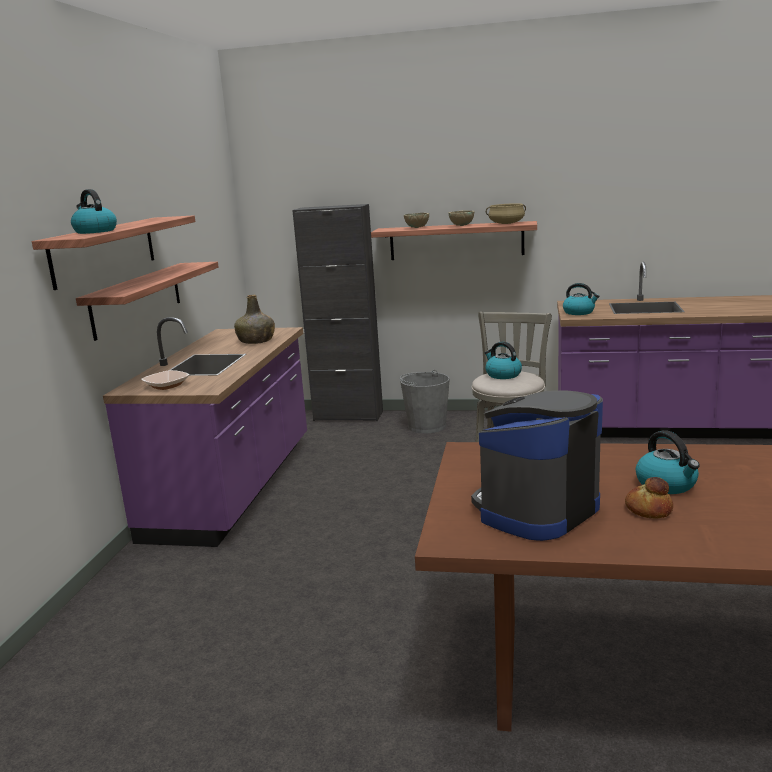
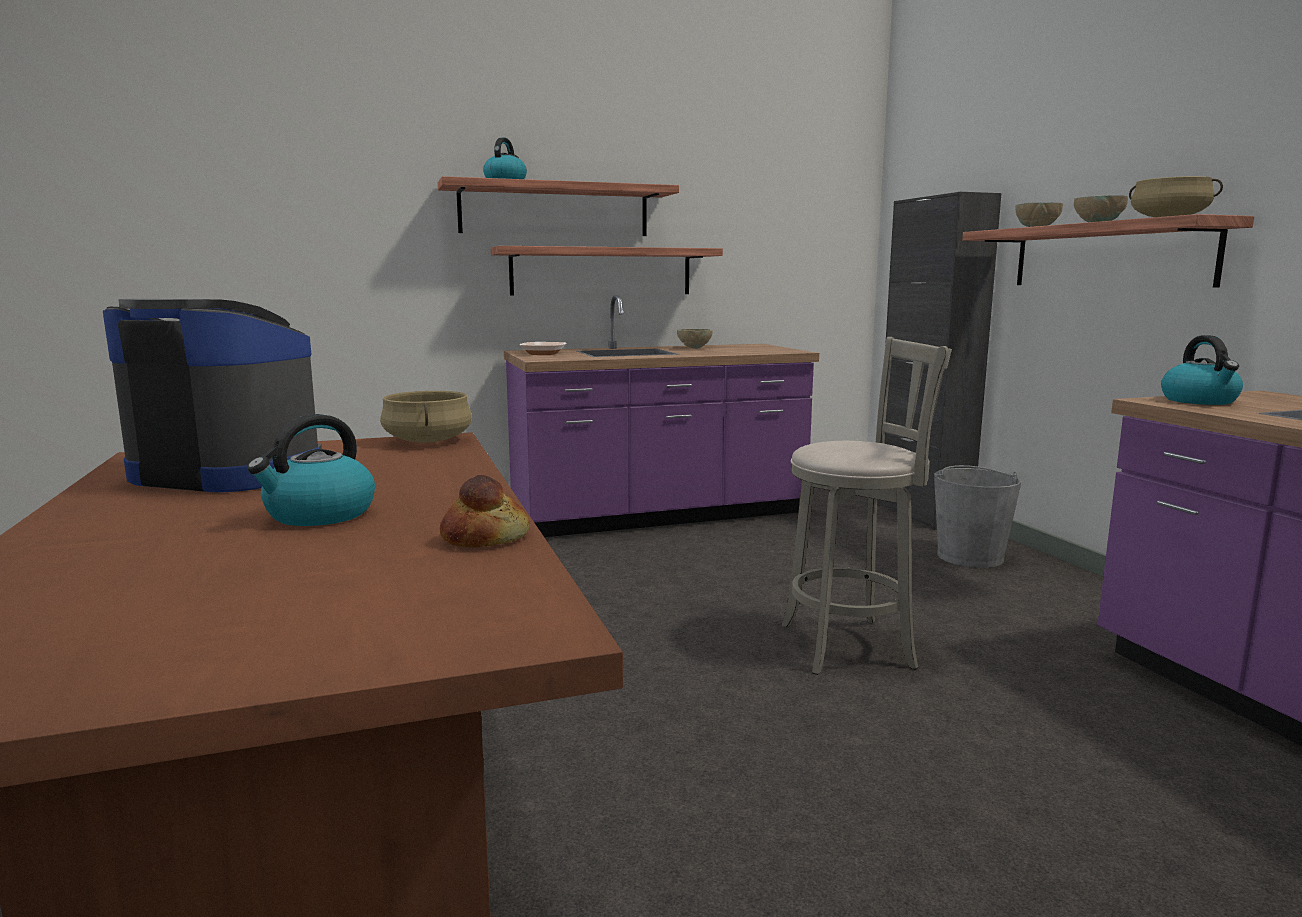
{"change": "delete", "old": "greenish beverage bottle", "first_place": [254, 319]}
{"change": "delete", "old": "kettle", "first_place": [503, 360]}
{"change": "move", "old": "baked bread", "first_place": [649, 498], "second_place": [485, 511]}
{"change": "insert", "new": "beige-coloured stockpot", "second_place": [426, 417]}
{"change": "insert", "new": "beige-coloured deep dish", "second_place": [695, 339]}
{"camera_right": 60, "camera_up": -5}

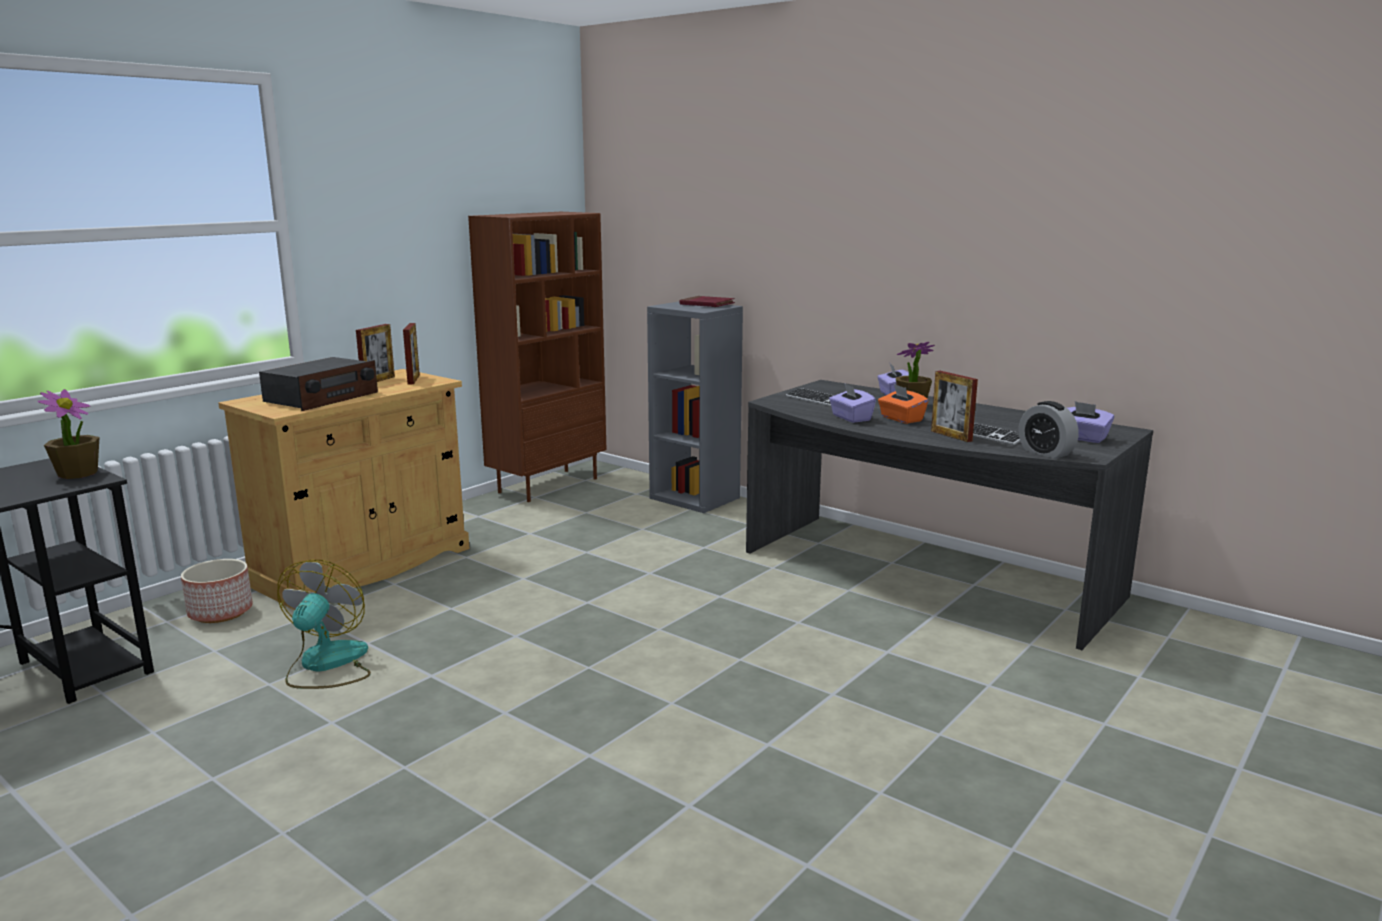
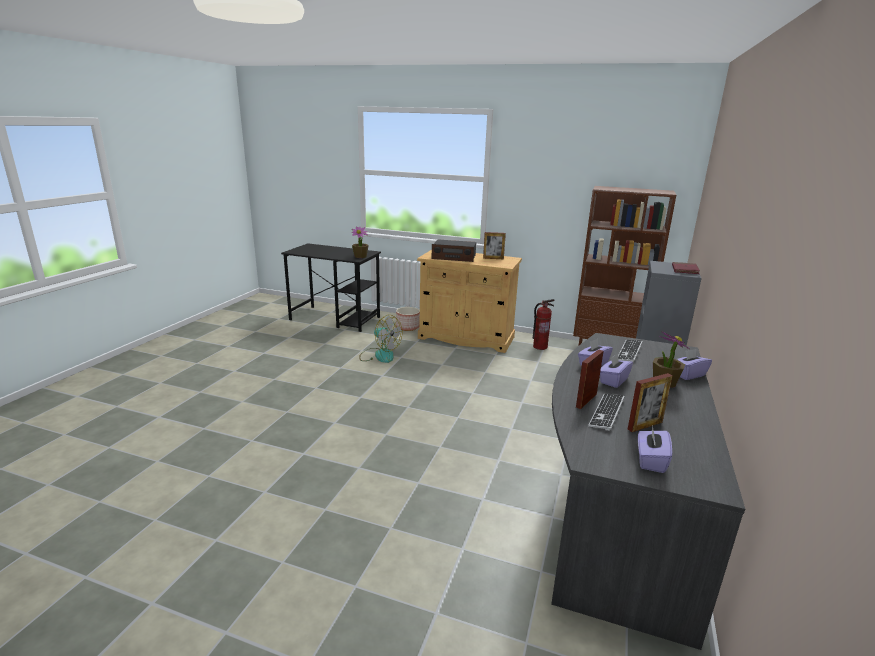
{"change": "rotate", "old": "cooling fan", "first_place": [324, 624], "second_place": [380, 339], "degrees": 45}
{"change": "move", "old": "picture frame", "first_place": [411, 353], "second_place": [650, 402]}
{"change": "recolor", "old": "orange box of tissues", "new": "purple box of tissues", "first_place": [903, 404], "second_place": [616, 370]}
{"change": "delete", "old": "table clock", "first_place": [1048, 430]}
{"change": "insert", "new": "extinguisher", "second_place": [543, 324]}
{"camera_right": 70, "camera_up": 5}

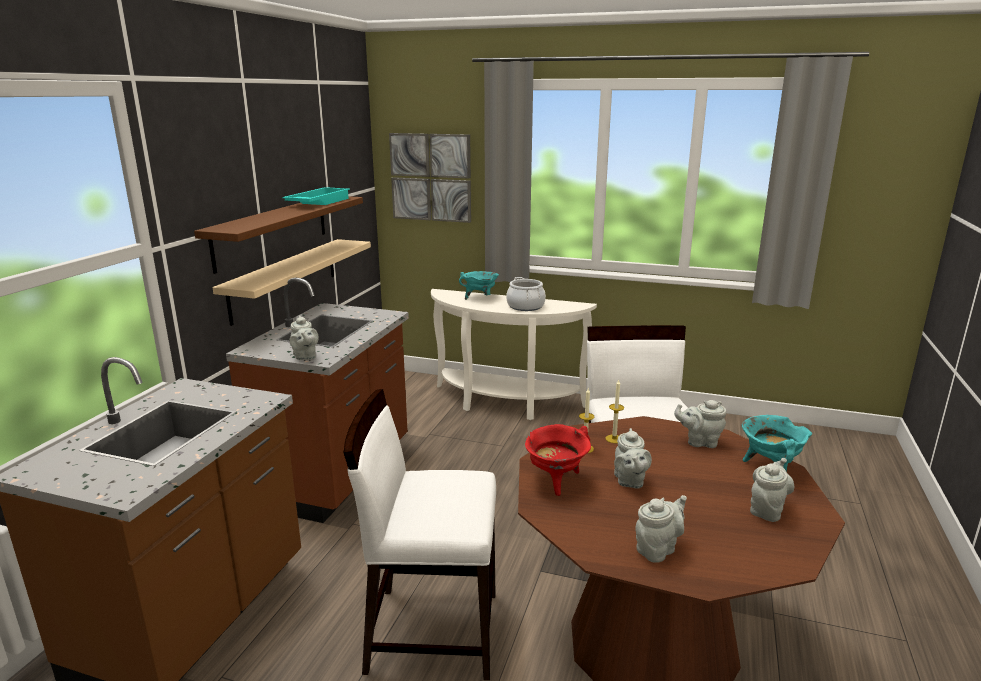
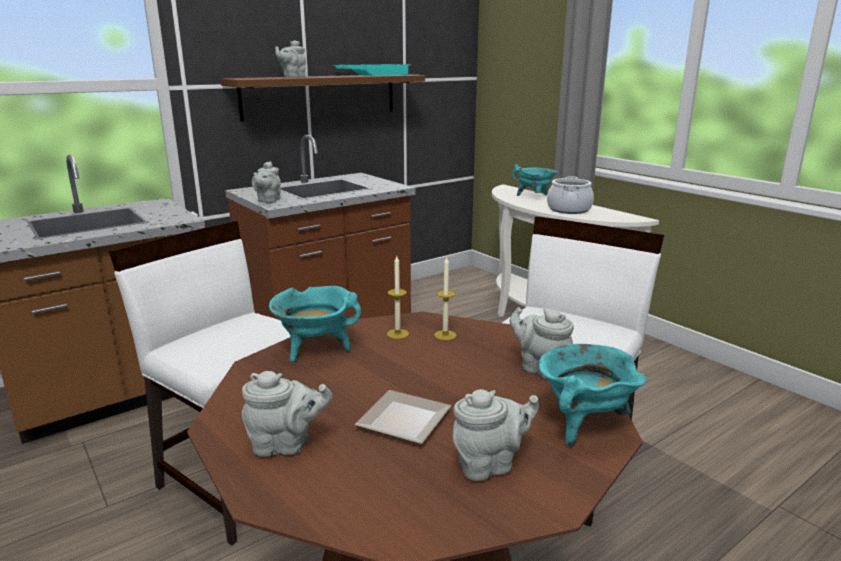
{"change": "delete", "old": "beige-coloured wall shelf", "first_place": [292, 282]}
{"change": "delete", "old": "wall art", "first_place": [430, 178]}
{"change": "recolor", "old": "red stockpot", "new": "turquoise stockpot", "first_place": [558, 460], "second_place": [315, 324]}
{"change": "move", "old": "gray pot for tea", "first_place": [633, 458], "second_place": [290, 58]}
{"change": "insert", "new": "plate", "second_place": [403, 417]}
{"camera_right": 35, "camera_up": 0}

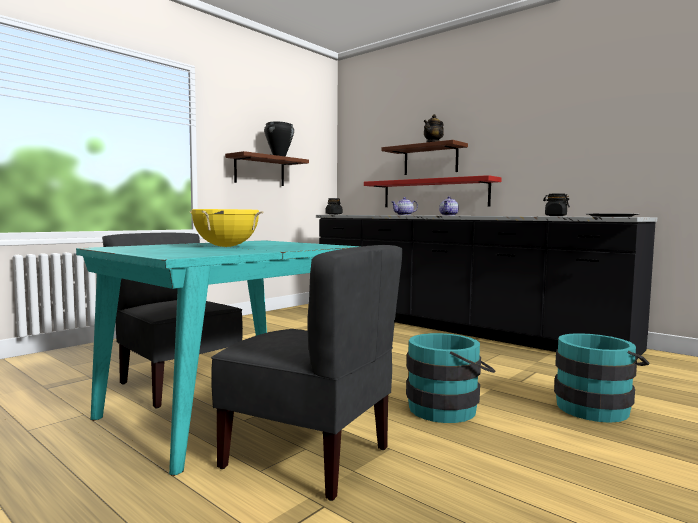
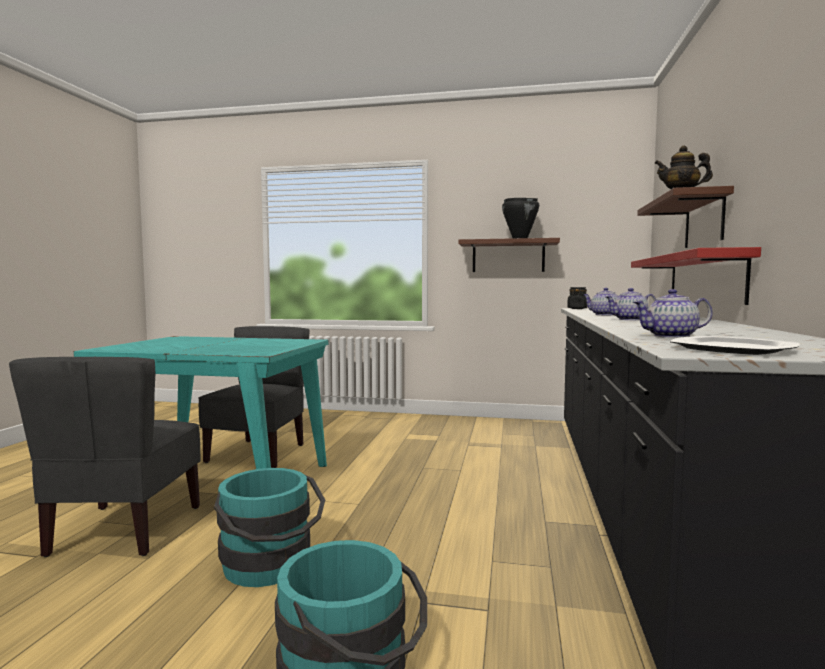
{"change": "delete", "old": "yellow stockpot", "first_place": [226, 228]}
{"change": "replace", "old": "black-coloured jar", "new": "pot for tea", "first_place": [556, 204], "second_place": [673, 313]}
{"camera_right": 60, "camera_up": 0}

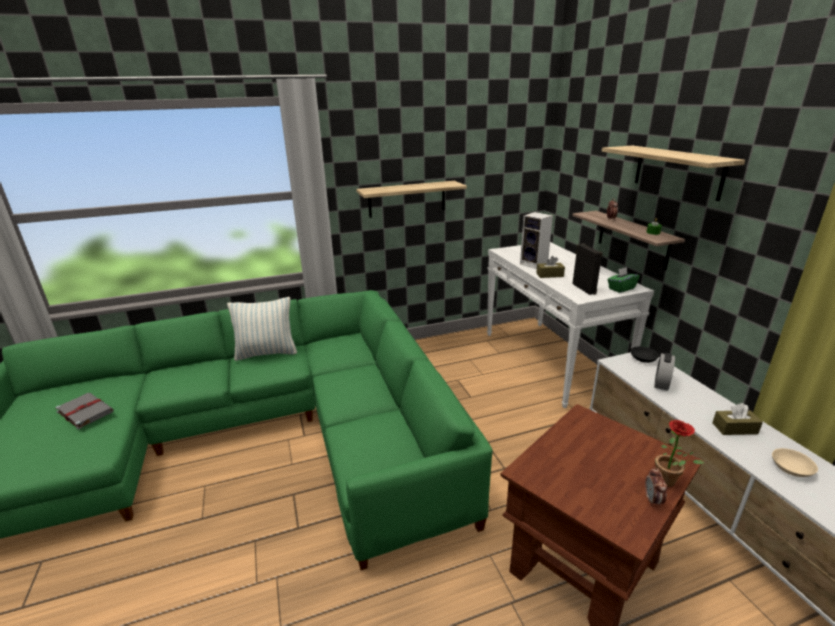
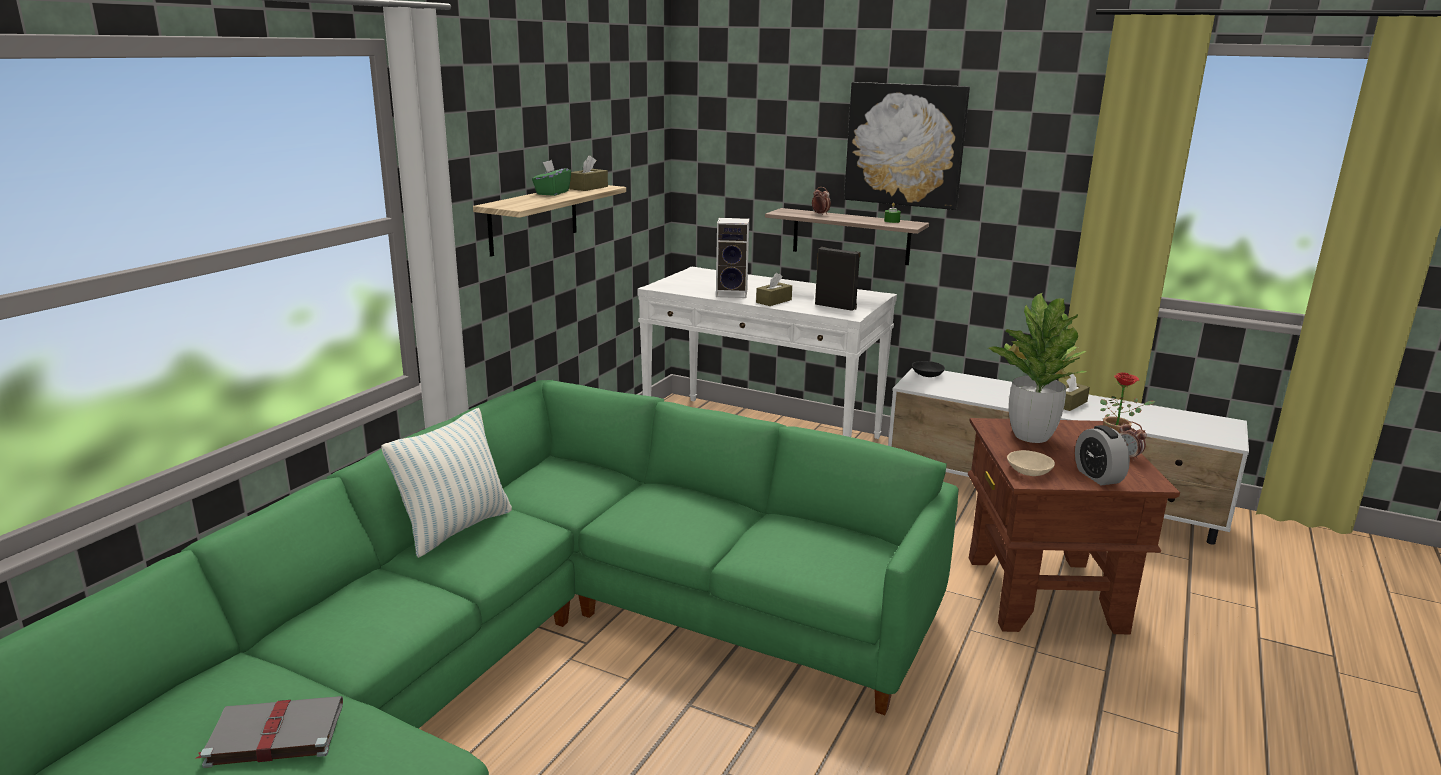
{"change": "replace", "old": "wall shelf", "new": "wall art", "first_place": [673, 173], "second_place": [907, 146]}
{"change": "move", "old": "greenish box of tissues", "first_place": [623, 280], "second_place": [551, 178]}
{"change": "move", "old": "table clock", "first_place": [664, 372], "second_place": [1102, 455]}
{"change": "move", "old": "beige-coloured deep dish", "first_place": [795, 462], "second_place": [1031, 463]}
{"change": "insert", "new": "brown-coloured box of tissues", "second_place": [588, 173]}
{"change": "insert", "new": "houseplant", "second_place": [1037, 368]}
{"camera_right": -45, "camera_up": -5}

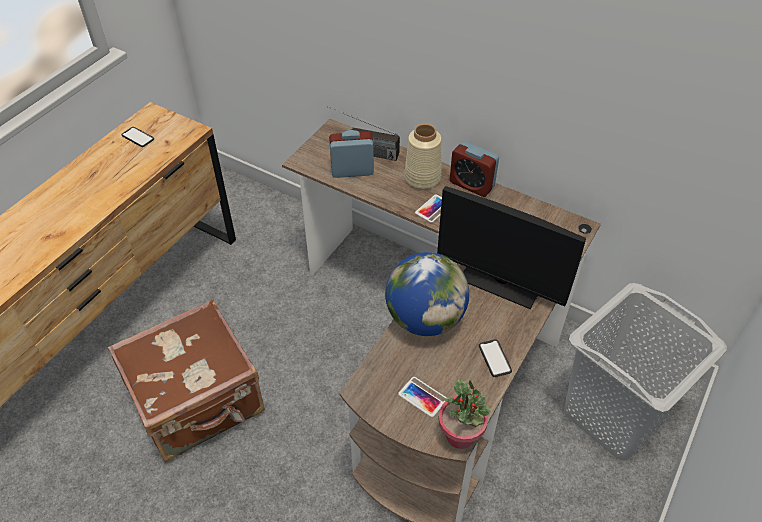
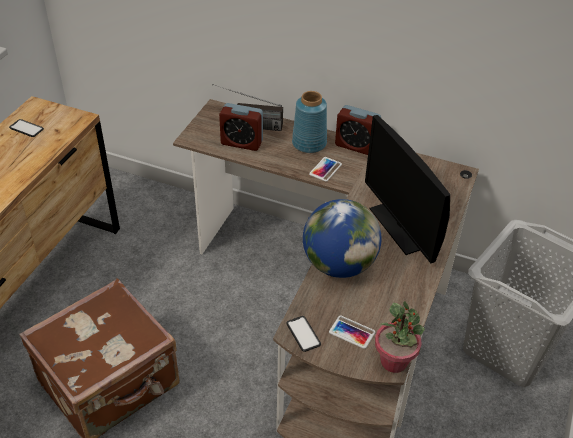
{"change": "rotate", "old": "table clock", "first_place": [351, 154], "second_place": [241, 127], "degrees": -150}
{"change": "recolor", "old": "beige-coloured decorative vase", "new": "bluish decorative vase", "first_place": [422, 156], "second_place": [309, 122]}
{"change": "rotate", "old": "computer screen", "first_place": [511, 247], "second_place": [407, 189], "degrees": 45}
{"change": "move", "old": "handset", "first_place": [495, 358], "second_place": [304, 334]}
{"camera_right": -10, "camera_up": -5}

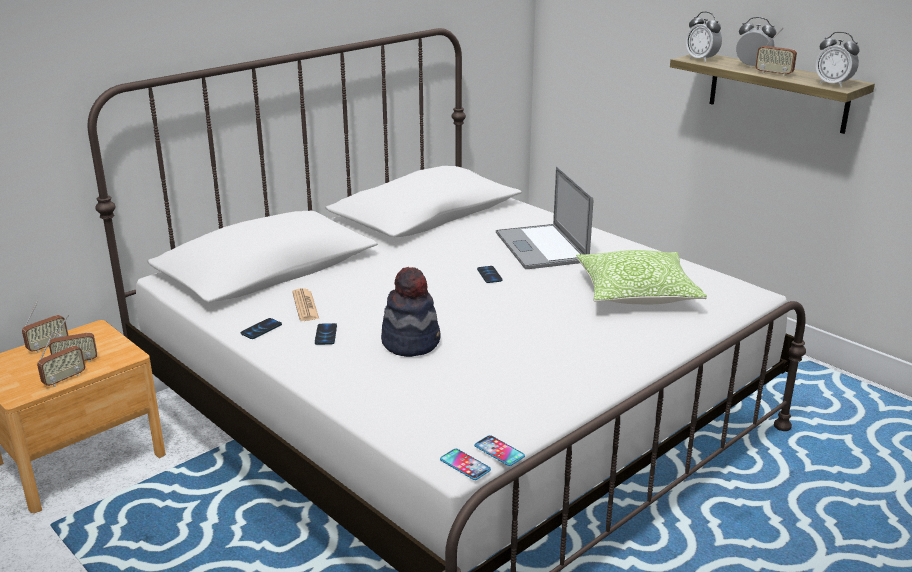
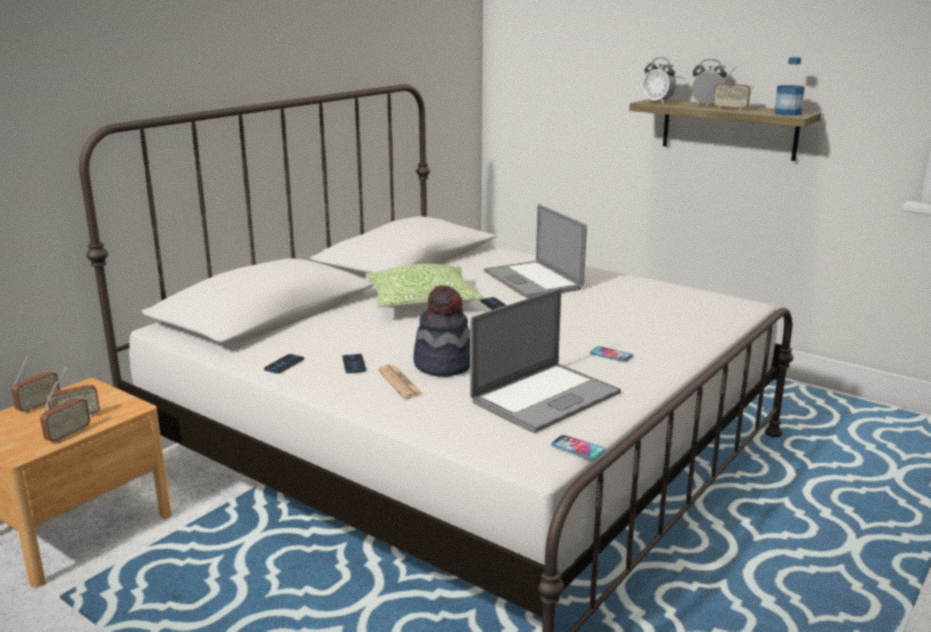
{"change": "move", "old": "daily paper", "first_place": [305, 304], "second_place": [401, 382]}
{"change": "move", "old": "handset", "first_place": [465, 464], "second_place": [612, 354]}
{"change": "move", "old": "pillow", "first_place": [641, 277], "second_place": [424, 287]}
{"change": "replace", "old": "table clock", "new": "beverage bottle", "first_place": [837, 59], "second_place": [790, 86]}
{"change": "insert", "new": "laptop", "second_place": [545, 360]}
{"camera_right": -10, "camera_up": -5}

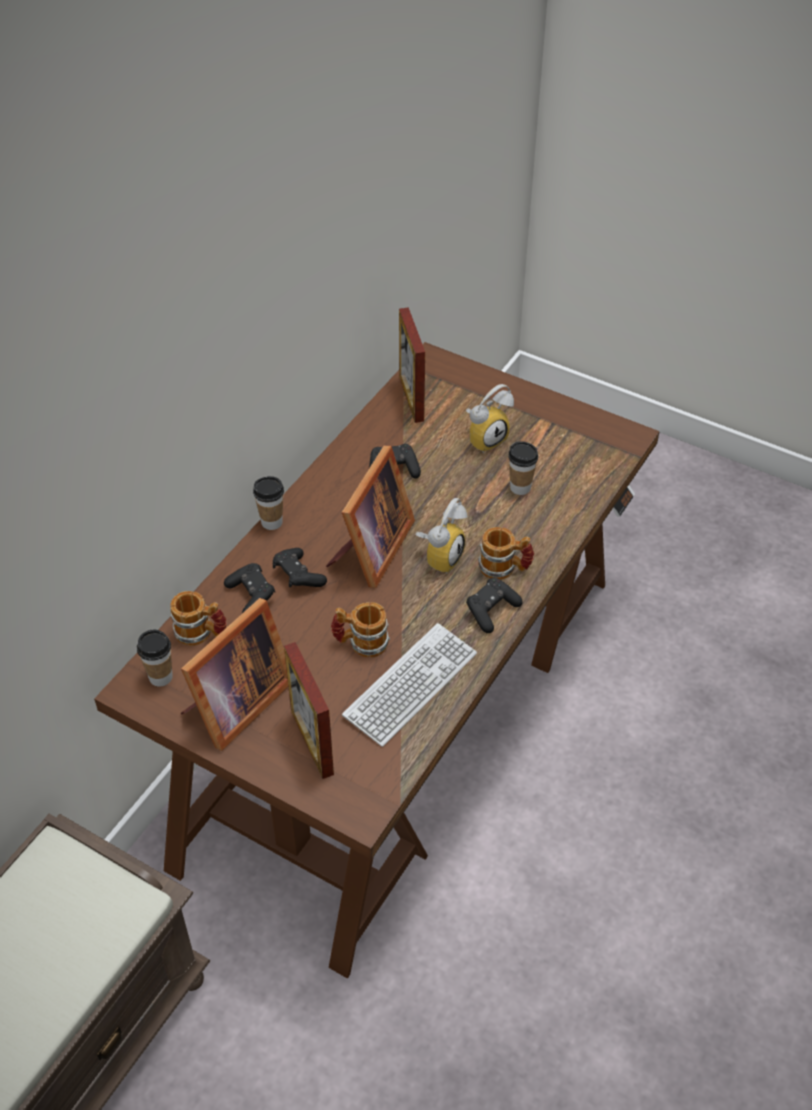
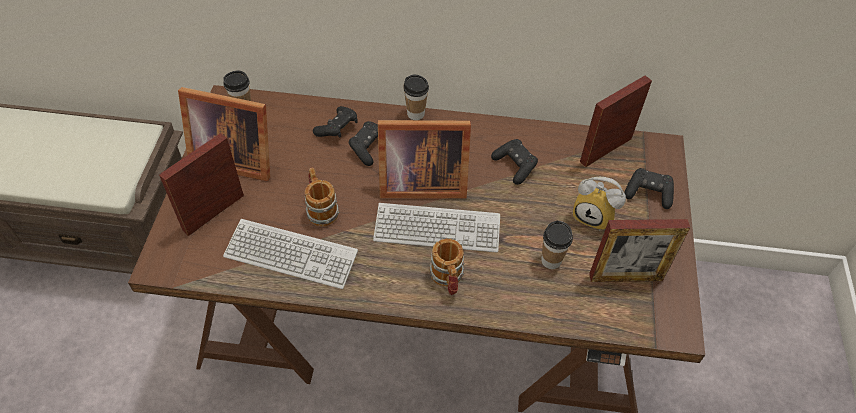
{"change": "delete", "old": "tea mug", "first_place": [199, 618]}
{"change": "replace", "old": "table clock", "new": "keyboard", "first_place": [441, 536], "second_place": [436, 227]}
{"change": "move", "old": "black-coloured joypad", "first_place": [494, 605], "second_place": [649, 188]}
{"change": "insert", "new": "picture frame", "second_place": [639, 250]}
{"camera_right": 65, "camera_up": 5}

